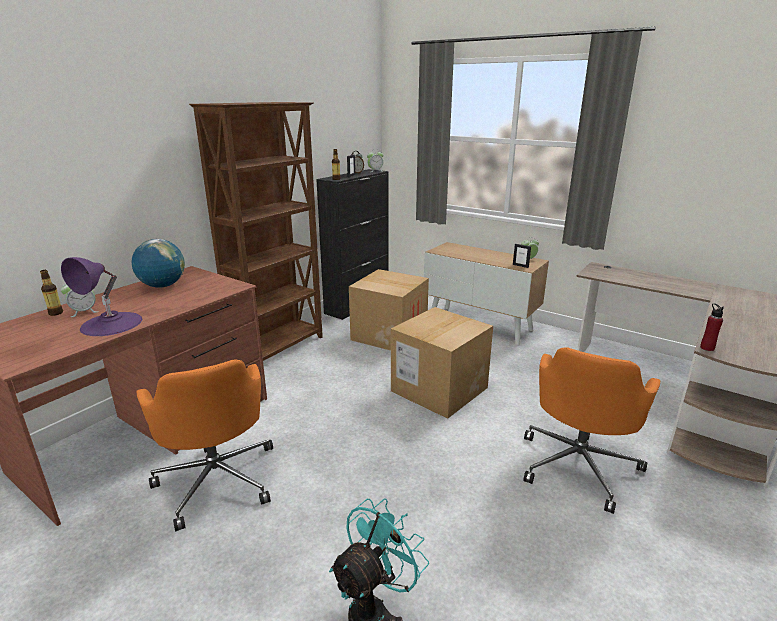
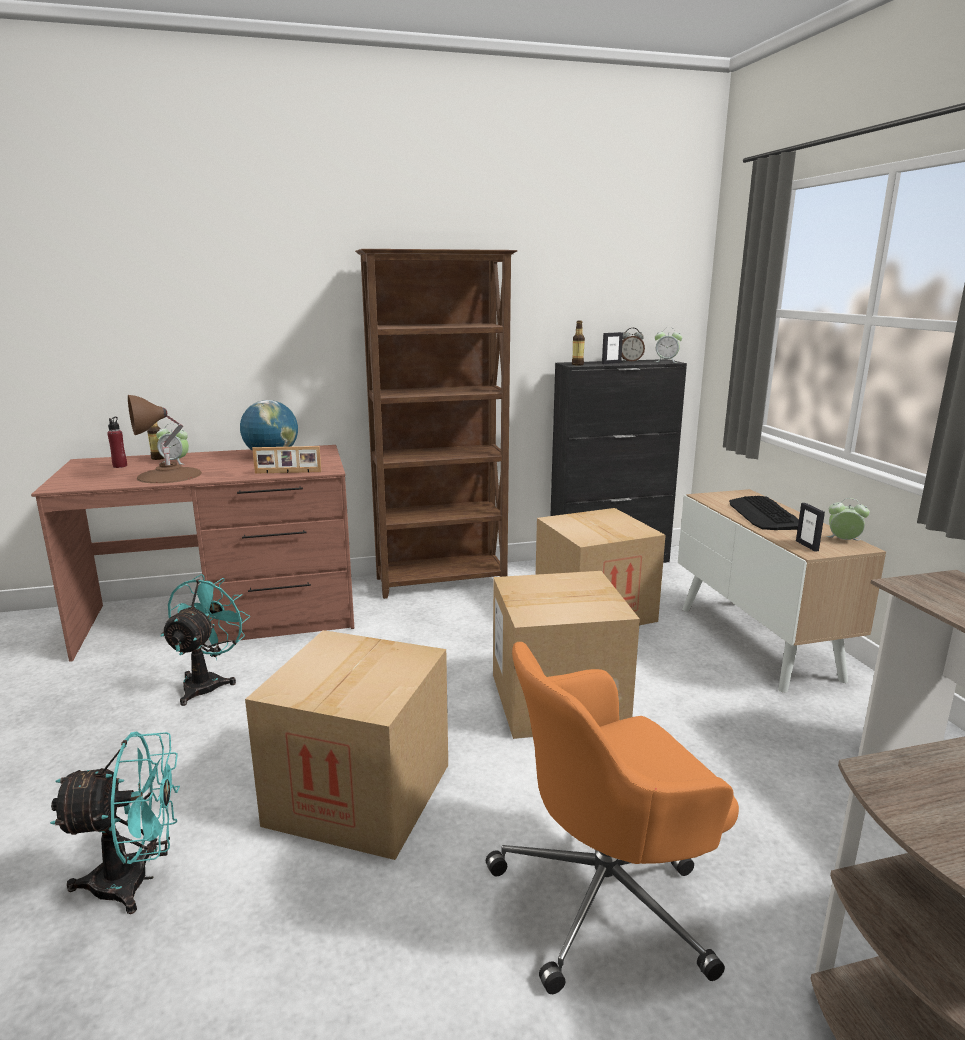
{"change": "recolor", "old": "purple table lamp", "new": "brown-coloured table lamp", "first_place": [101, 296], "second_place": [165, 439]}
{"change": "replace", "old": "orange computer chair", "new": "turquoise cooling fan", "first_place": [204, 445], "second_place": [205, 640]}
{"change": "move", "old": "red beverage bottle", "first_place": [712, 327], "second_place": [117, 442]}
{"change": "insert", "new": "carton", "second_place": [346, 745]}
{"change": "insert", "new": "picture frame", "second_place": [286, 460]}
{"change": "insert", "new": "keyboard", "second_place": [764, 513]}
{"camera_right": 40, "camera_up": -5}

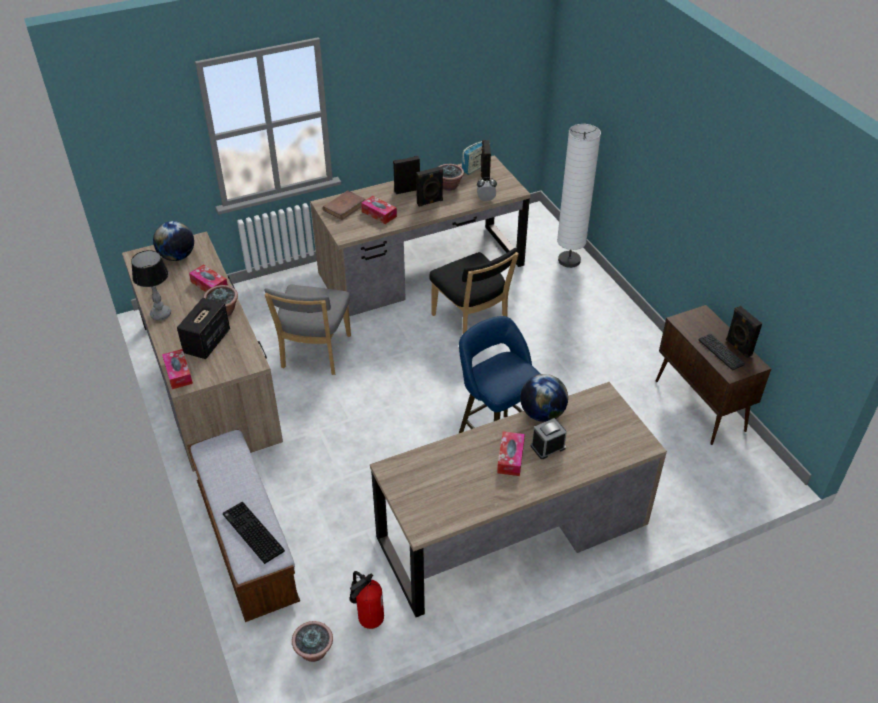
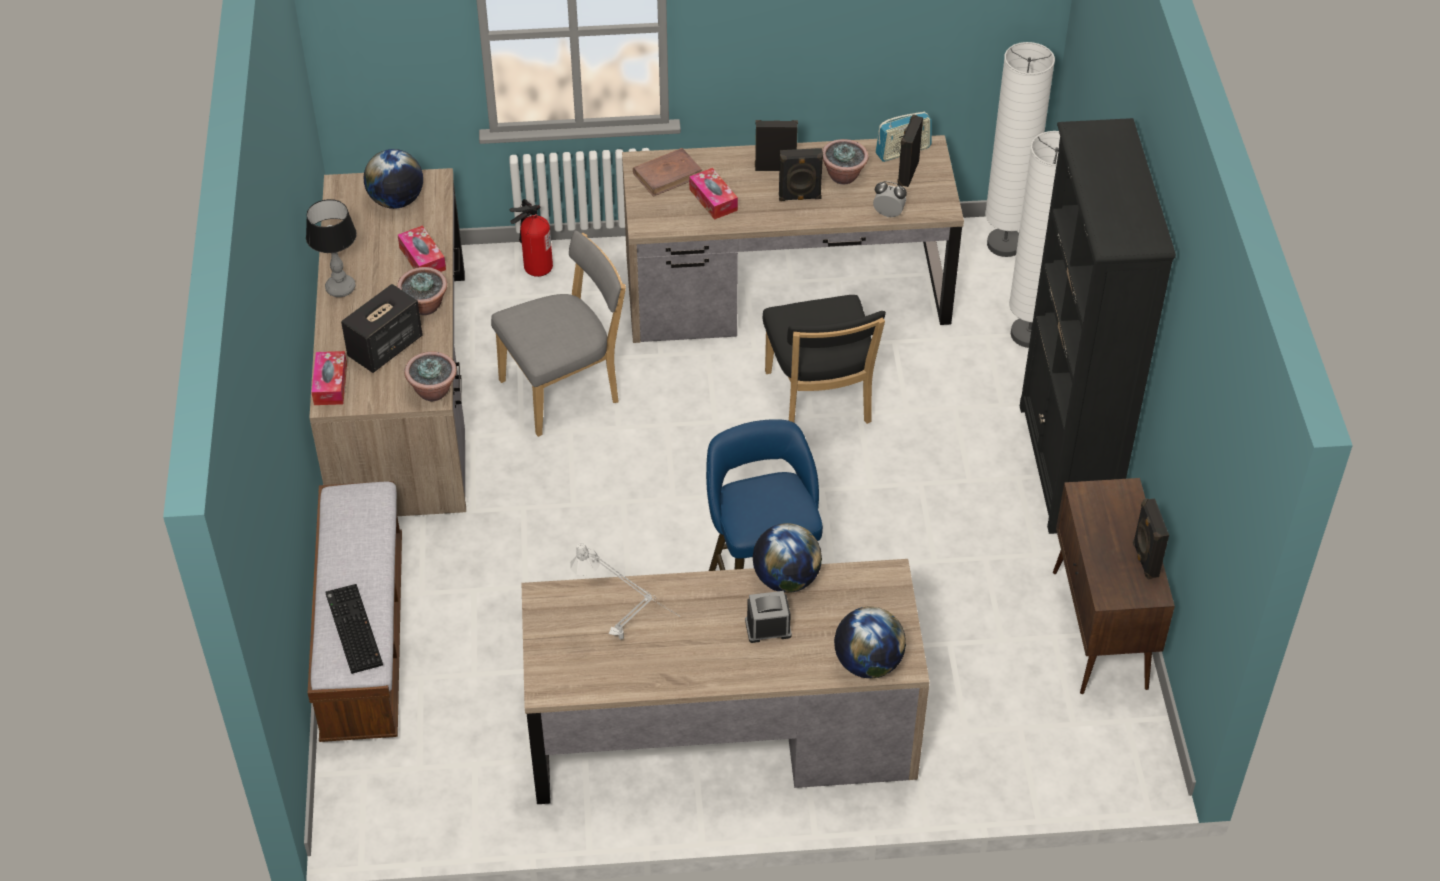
{"change": "rotate", "old": "gray plain chair", "first_place": [307, 330], "second_place": [558, 334], "degrees": -150}
{"change": "move", "old": "houseplant", "first_place": [312, 641], "second_place": [430, 376]}
{"change": "move", "old": "extinguisher", "first_place": [366, 600], "second_place": [531, 238]}
{"change": "delete", "old": "box of tissues", "first_place": [511, 453]}
{"change": "delete", "old": "keyboard", "first_place": [722, 352]}
{"change": "insert", "new": "gray table lamp", "second_place": [624, 591]}
{"change": "insert", "new": "globe", "second_place": [870, 642]}
{"change": "insert", "new": "white-coloured floor lamp", "second_place": [1020, 149]}
{"change": "insert", "new": "black-coloured bookcase", "second_place": [1098, 326]}
{"camera_right": 20, "camera_up": 5}

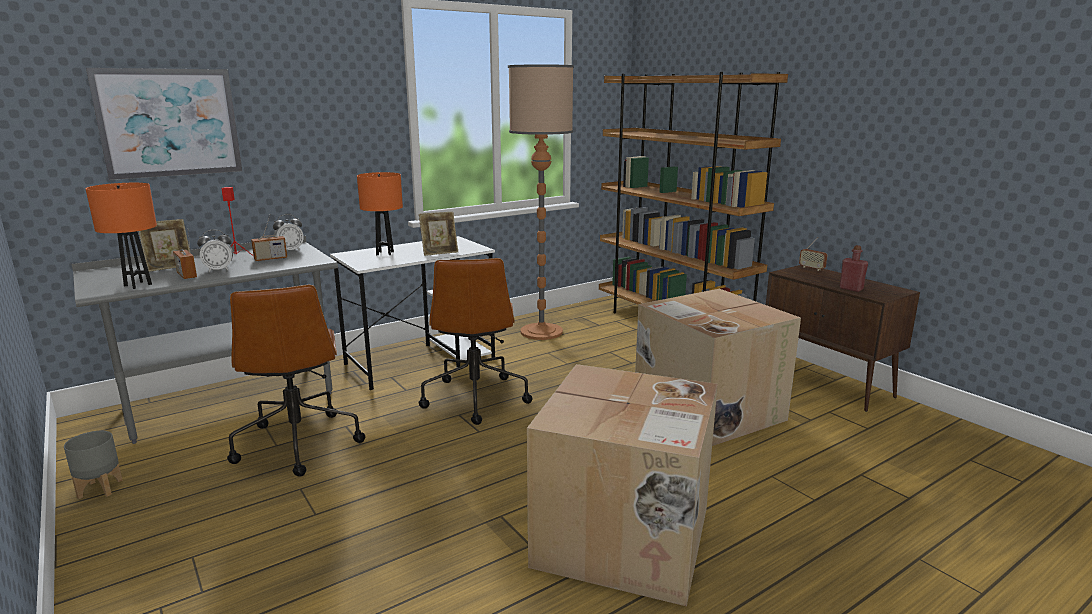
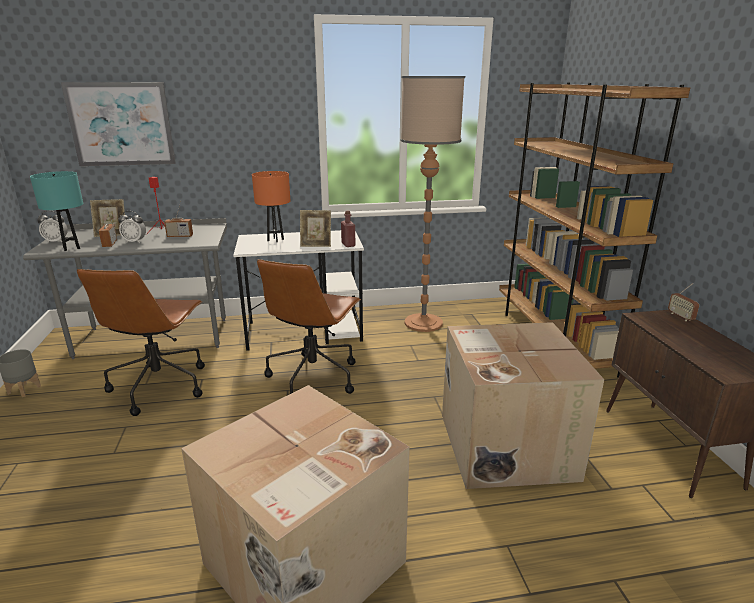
{"change": "recolor", "old": "orange table lamp", "new": "turquoise table lamp", "first_place": [121, 236], "second_place": [56, 211]}
{"change": "move", "old": "table clock", "first_place": [288, 232], "second_place": [52, 227]}
{"change": "move", "old": "red beverage bottle", "first_place": [854, 268], "second_place": [348, 228]}
{"camera_right": 25, "camera_up": 5}

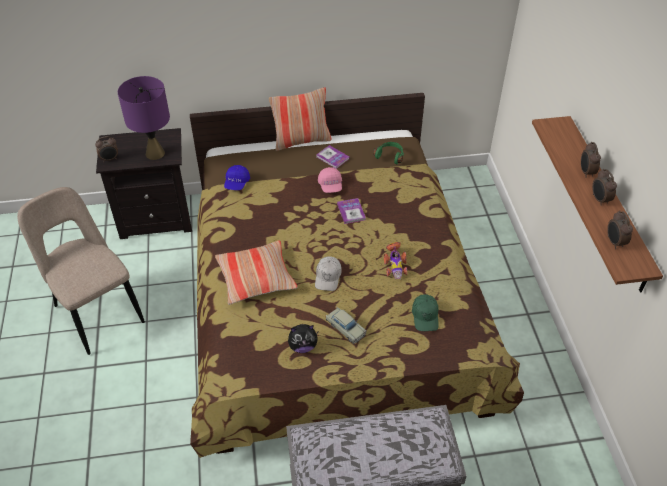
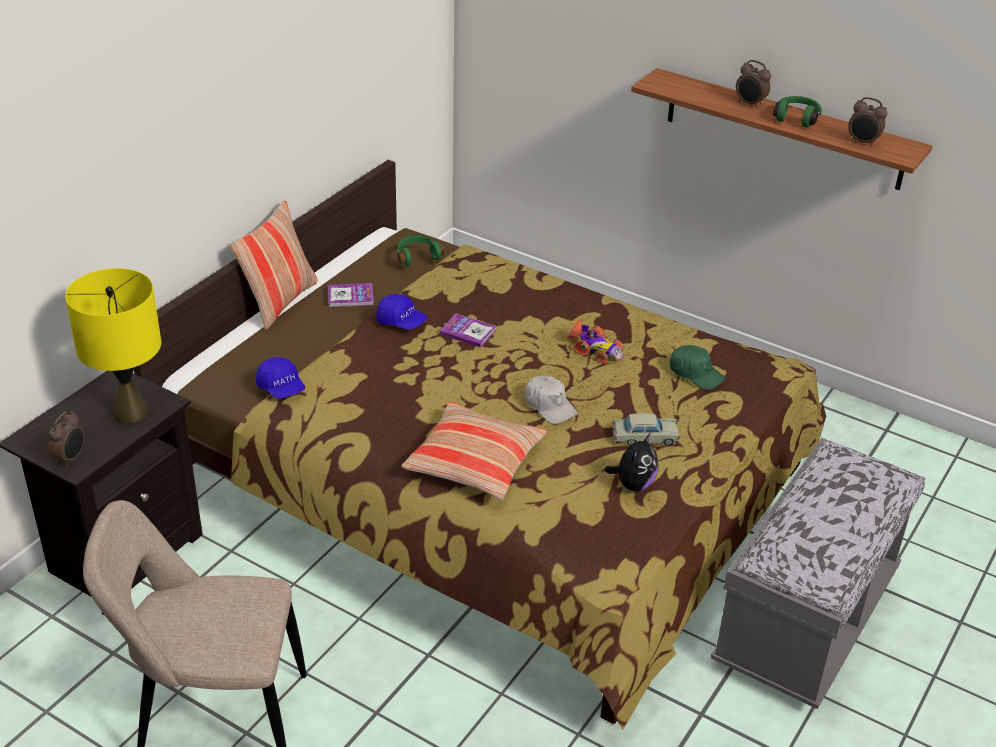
{"change": "recolor", "old": "purple table lamp", "new": "yellow table lamp", "first_place": [144, 118], "second_place": [113, 346]}
{"change": "recolor", "old": "pinkish baseball cap", "new": "bluish baseball cap", "first_place": [330, 180], "second_place": [402, 312]}
{"change": "replace", "old": "table clock", "new": "greenish headphones", "first_place": [604, 187], "second_place": [797, 112]}
{"camera_right": -50, "camera_up": -10}

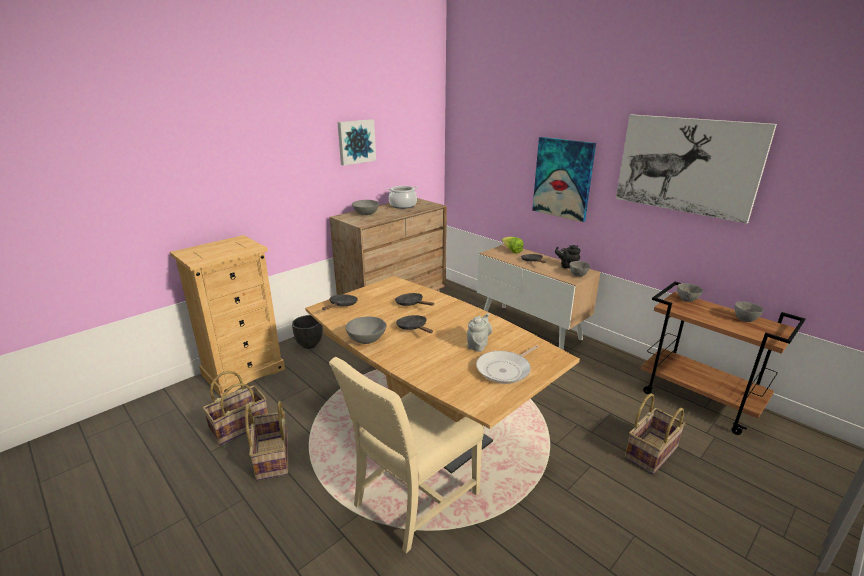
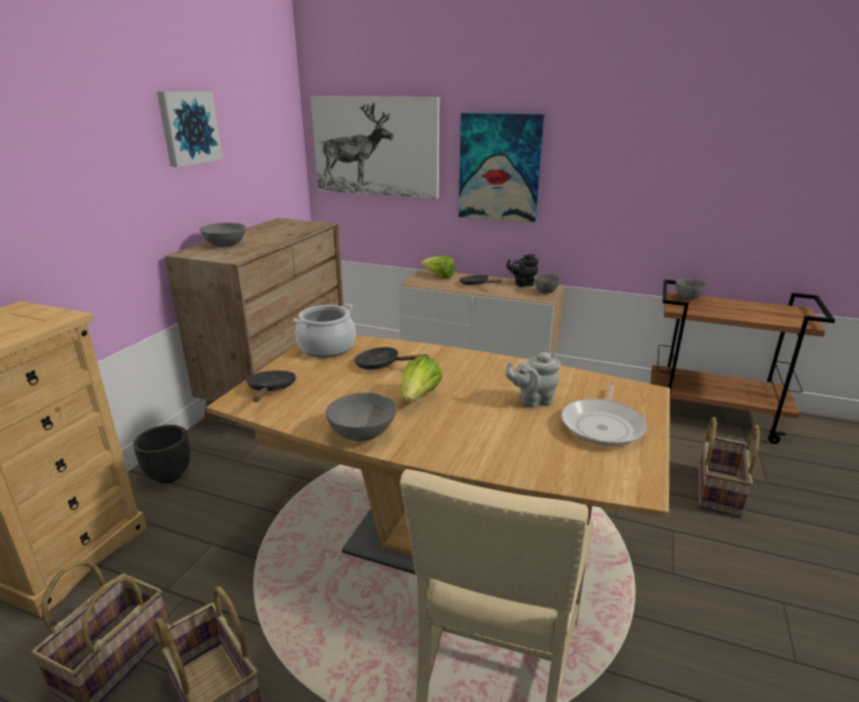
{"change": "move", "old": "stockpot", "first_place": [402, 197], "second_place": [324, 330]}
{"change": "replace", "old": "black-coloured frying pan", "new": "lettuce head", "first_place": [414, 324], "second_place": [421, 379]}
{"change": "rotate", "old": "gray pot for tea", "first_place": [479, 332], "second_place": [533, 380], "degrees": -105}
{"change": "move", "old": "wall art", "first_place": [696, 169], "second_place": [375, 147]}
{"change": "delete", "old": "gray deep dish", "first_place": [749, 311]}
{"camera_right": -25, "camera_up": 0}

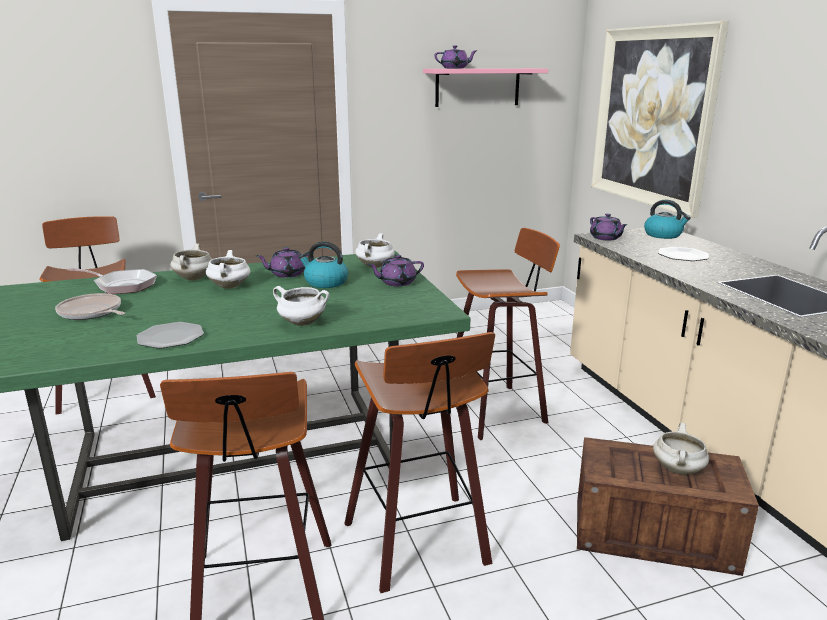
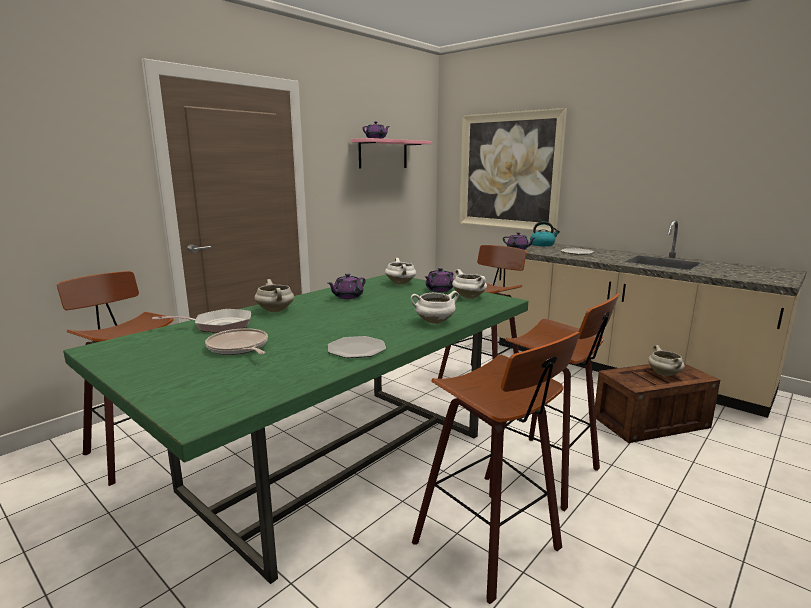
{"change": "rotate", "old": "frying pan", "first_place": [90, 306], "second_place": [236, 341], "degrees": 45}
{"change": "move", "old": "white-coloured stockpot", "first_place": [228, 269], "second_place": [469, 284]}
{"change": "delete", "old": "kettle", "first_place": [323, 265]}
{"camera_right": -30, "camera_up": -5}

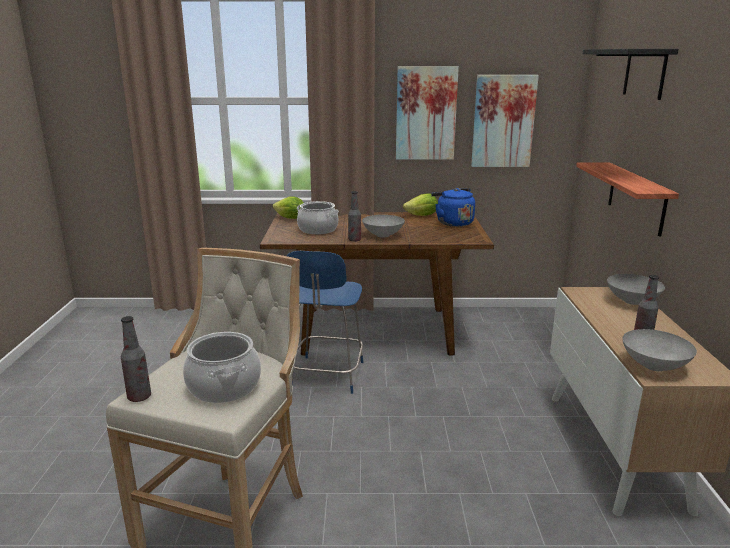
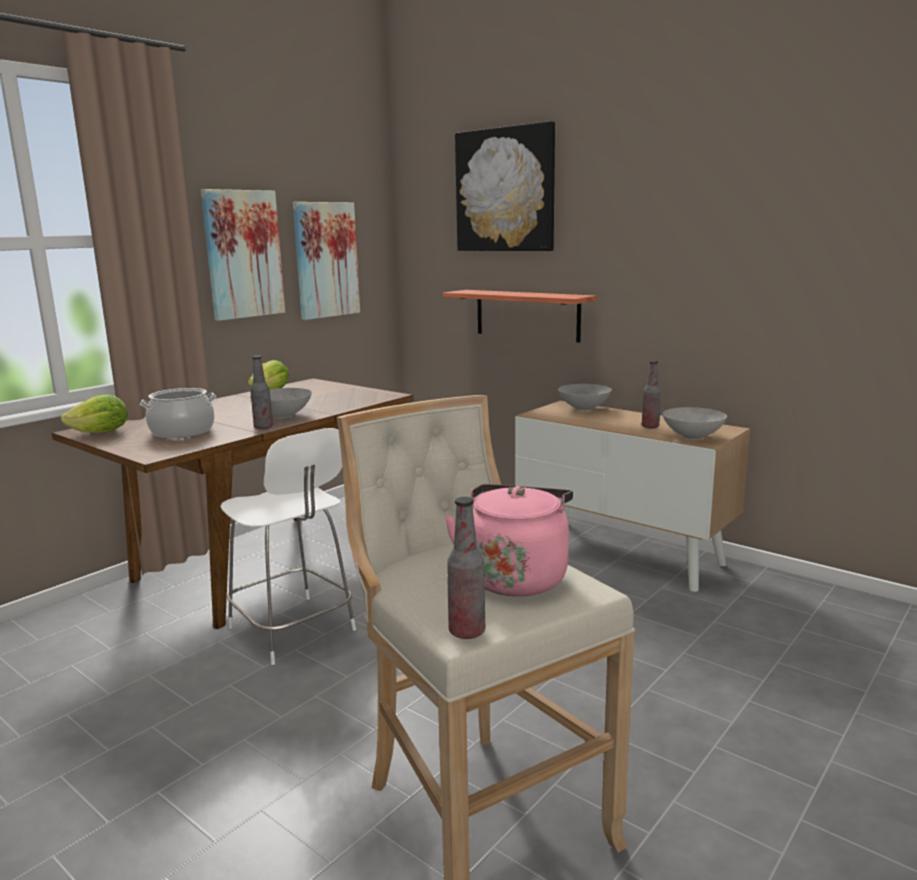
{"change": "replace", "old": "stockpot", "new": "pinkish kettle", "first_place": [222, 367], "second_place": [508, 540]}
{"change": "recolor", "old": "bluish plain chair", "new": "white-coloured plain chair", "first_place": [325, 322], "second_place": [288, 546]}
{"change": "delete", "old": "bluish kettle", "first_place": [453, 207]}
{"change": "replace", "old": "black-coloured wall shelf", "new": "wall art", "first_place": [630, 74], "second_place": [505, 186]}
{"camera_right": -50, "camera_up": -5}

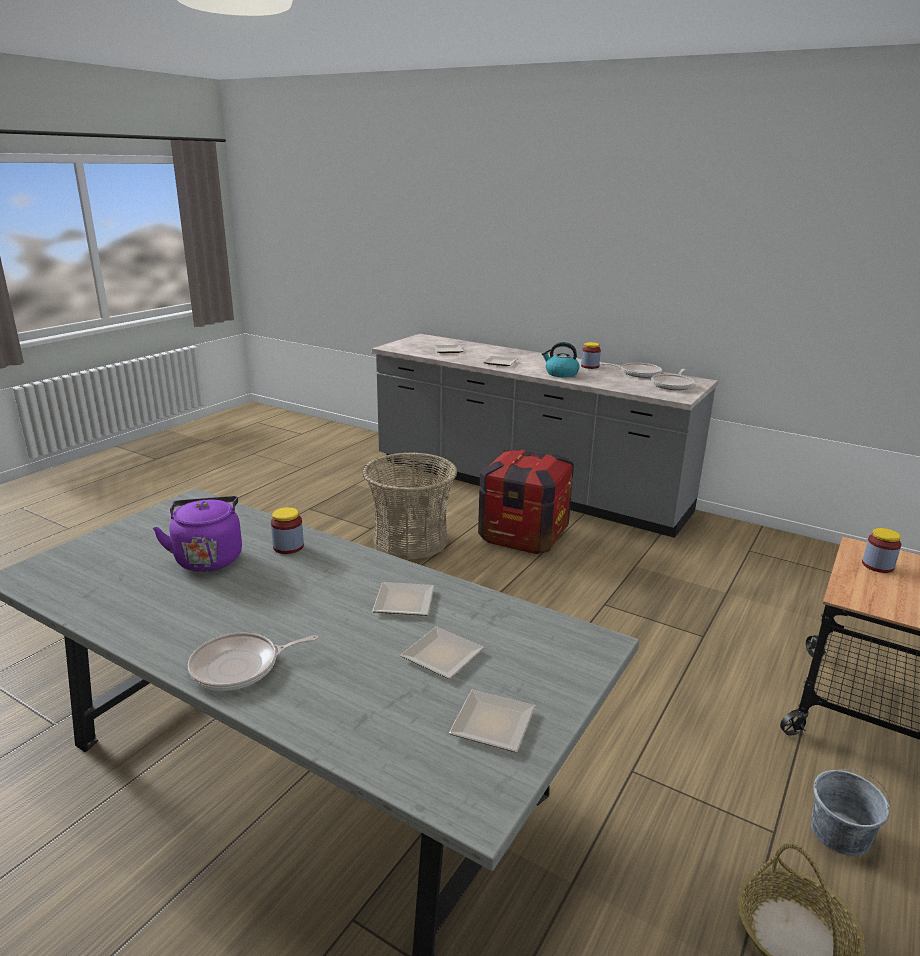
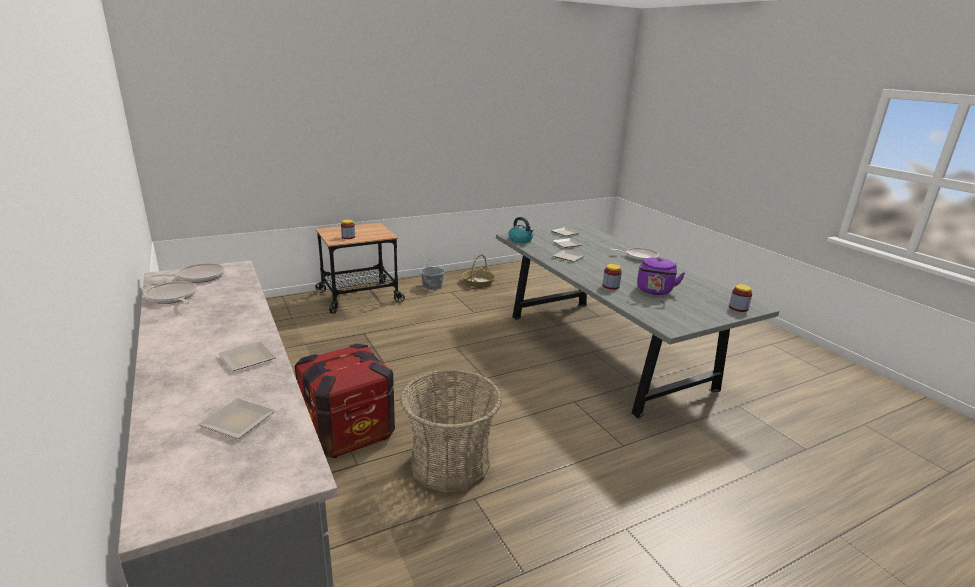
{"change": "move", "old": "kettle", "first_place": [560, 359], "second_place": [521, 230]}
{"change": "move", "old": "jar", "first_place": [591, 355], "second_place": [740, 298]}
{"camera_right": -150, "camera_up": 0}

